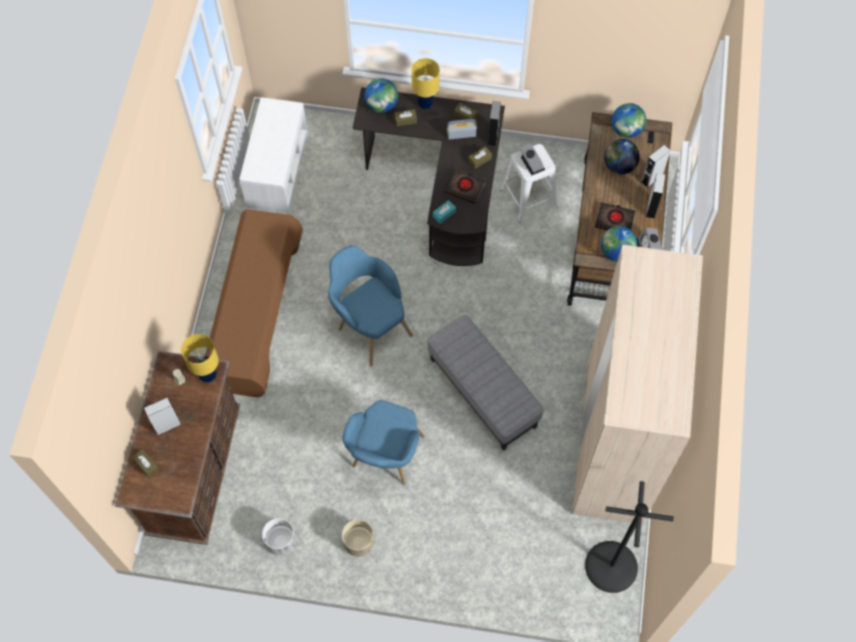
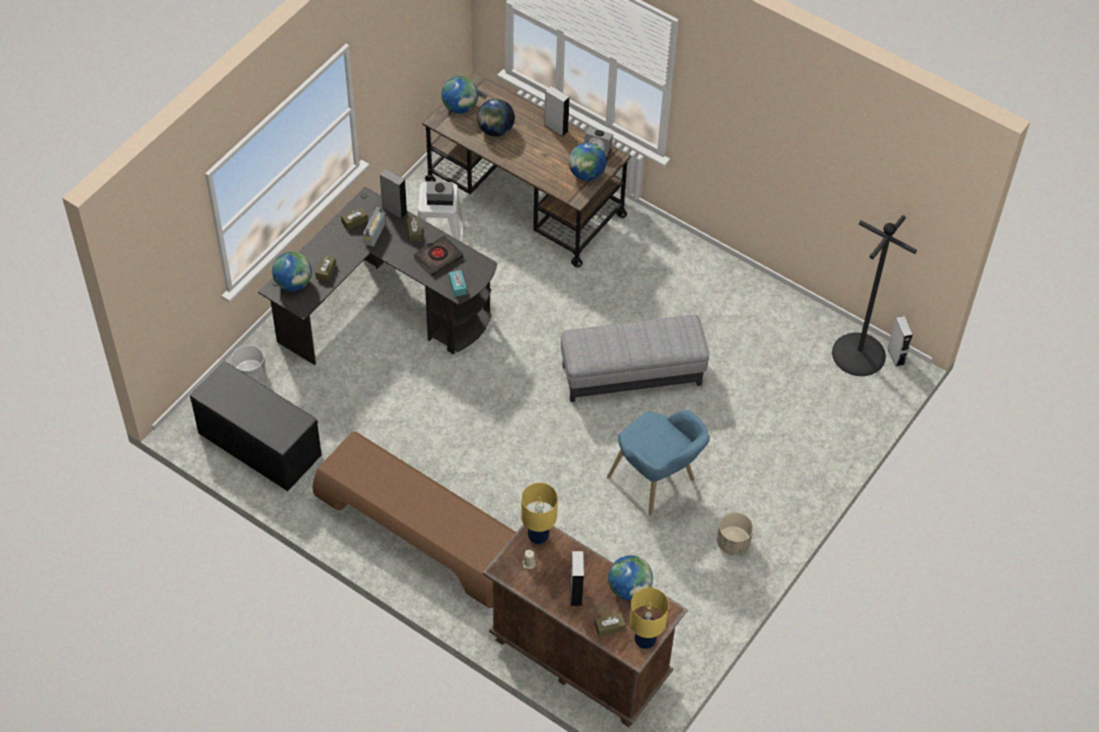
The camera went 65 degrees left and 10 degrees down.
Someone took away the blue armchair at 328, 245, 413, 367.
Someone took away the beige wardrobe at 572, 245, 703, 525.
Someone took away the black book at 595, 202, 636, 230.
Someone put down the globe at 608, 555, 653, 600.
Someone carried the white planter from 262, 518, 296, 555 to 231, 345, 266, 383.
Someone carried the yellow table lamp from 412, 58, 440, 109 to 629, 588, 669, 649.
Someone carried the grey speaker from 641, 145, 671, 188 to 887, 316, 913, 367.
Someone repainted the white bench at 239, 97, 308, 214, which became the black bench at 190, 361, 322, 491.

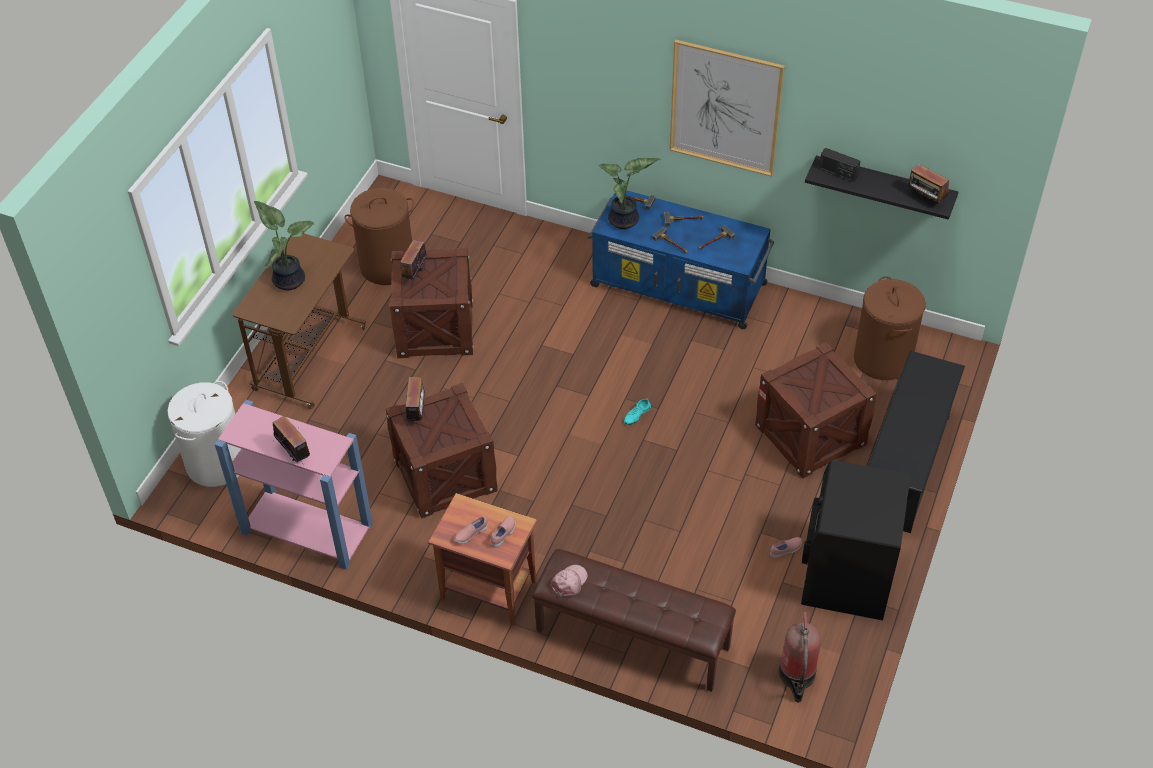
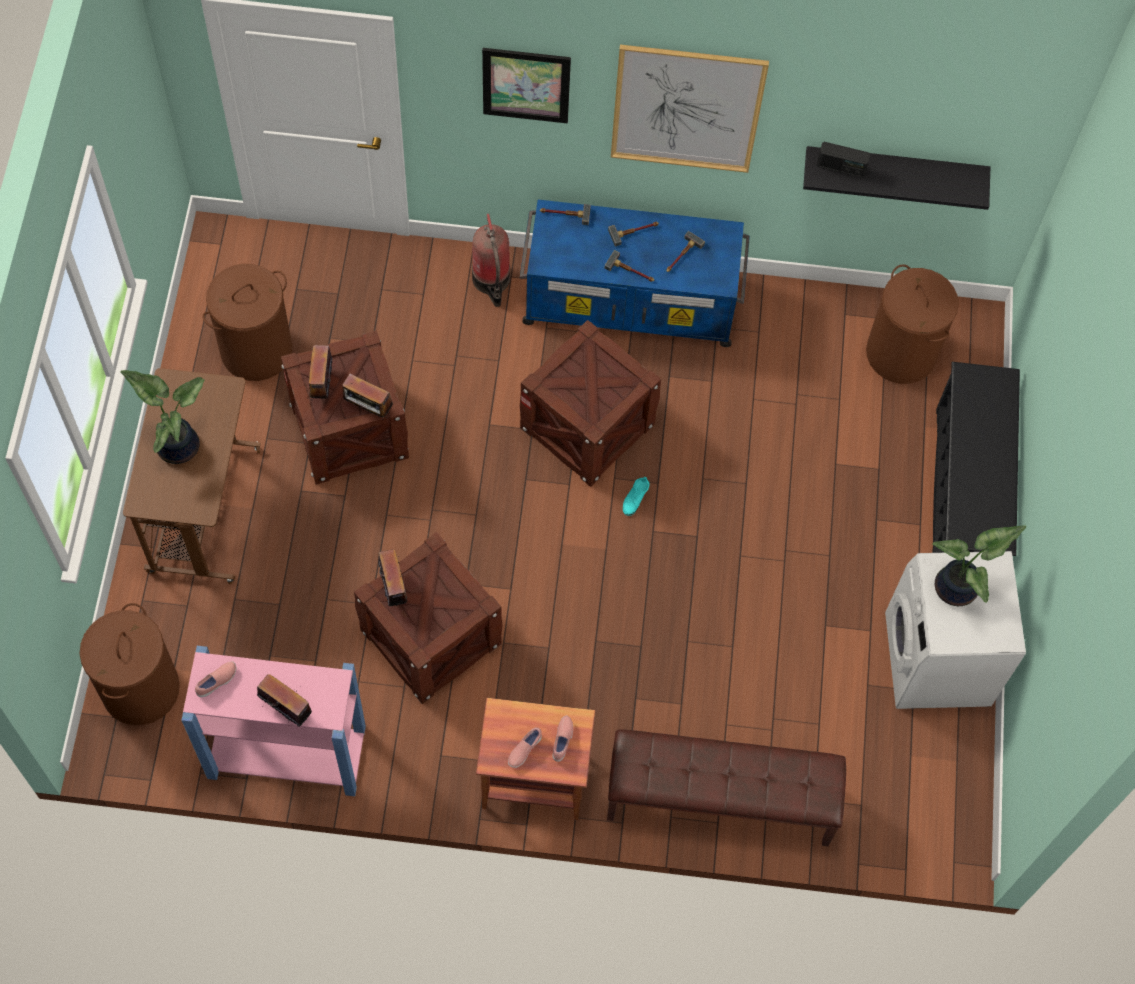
The camera went 20 degrees left and 15 degrees up.
Someone took away the pink cap at 551, 565, 587, 597.
Someone put up the picture at 482, 48, 571, 123.
Someone carried the potted plant from 598, 158, 661, 229 to 932, 525, 1026, 606.
Someone carried the crate from 755, 342, 877, 478 to 520, 320, 661, 487.
Someone carried the pink shoe from 770, 537, 802, 558 to 195, 661, 236, 697.
Someone carried the fire extinguisher from 779, 612, 821, 702 to 472, 214, 510, 307.
Someone carried the radio from 908, 164, 949, 204 to 342, 374, 393, 420.
Someone repainted the white laundry basket at 167, 381, 241, 487, which became the brown laundry basket at 80, 603, 180, 725.
Someone repainted the black washing machine at 801, 460, 911, 620, which became the white washing machine at 885, 551, 1026, 709.

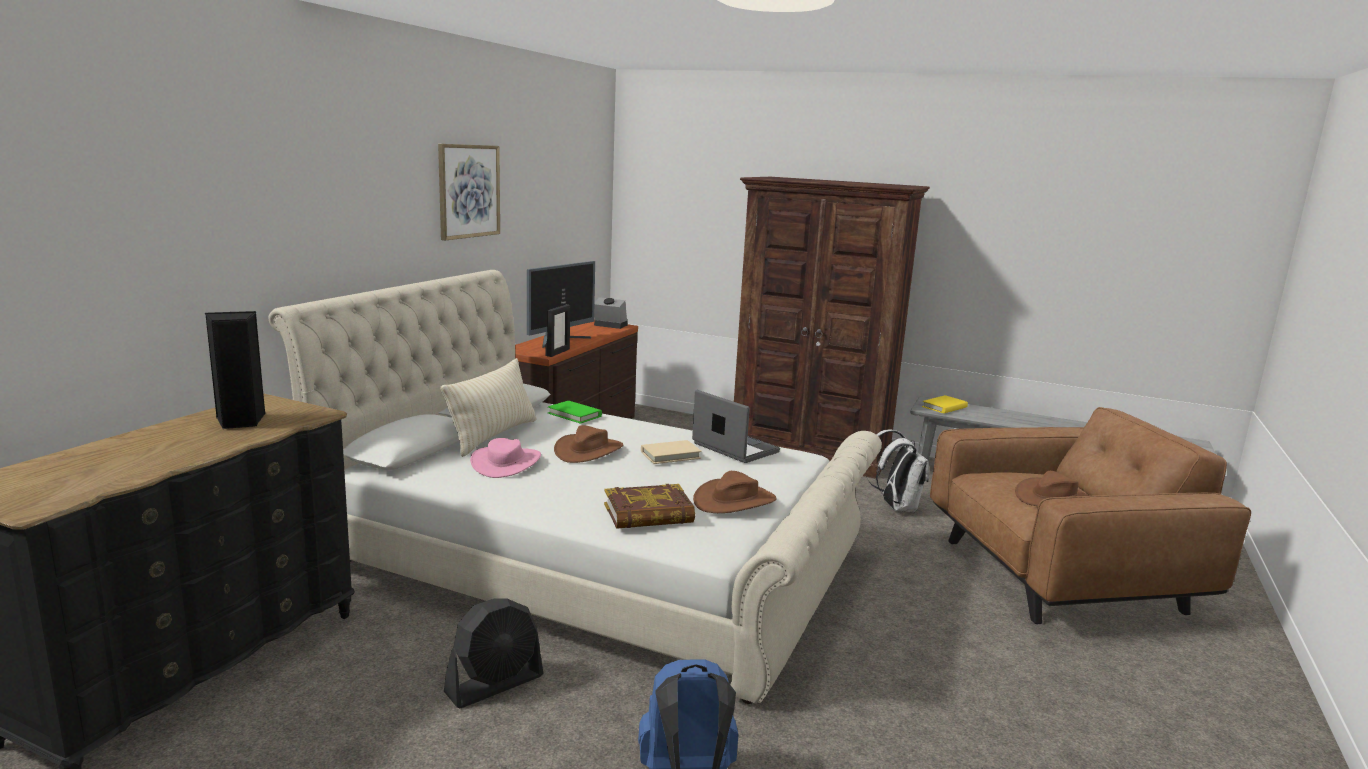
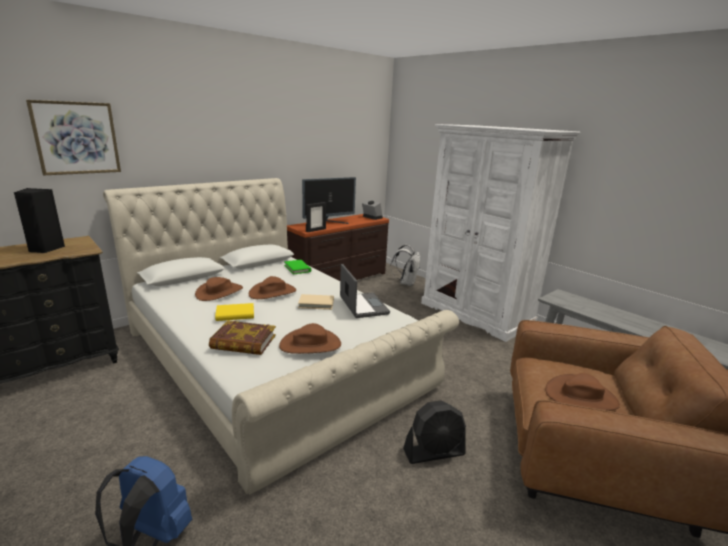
The camera went 25 degrees right and 5 degrees up.
Someone took away the beige pillow at 441, 358, 536, 457.
Someone carried the picture from 438, 144, 500, 241 to 26, 100, 121, 175.
Someone carried the black fan from 444, 598, 543, 709 to 403, 401, 466, 464.
Someone carried the white backpack from 865, 429, 929, 512 to 390, 245, 420, 286.
Someone carried the yellow book from 922, 395, 968, 413 to 215, 303, 254, 321.
Someone repainted the pink hat at 470, 438, 541, 478, which became the brown hat at 195, 277, 243, 301.
Someone repainted the brown wardrobe at 734, 177, 930, 479, which became the white wardrobe at 421, 124, 580, 342.

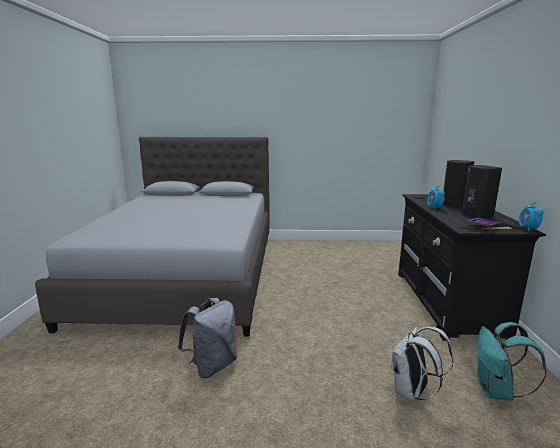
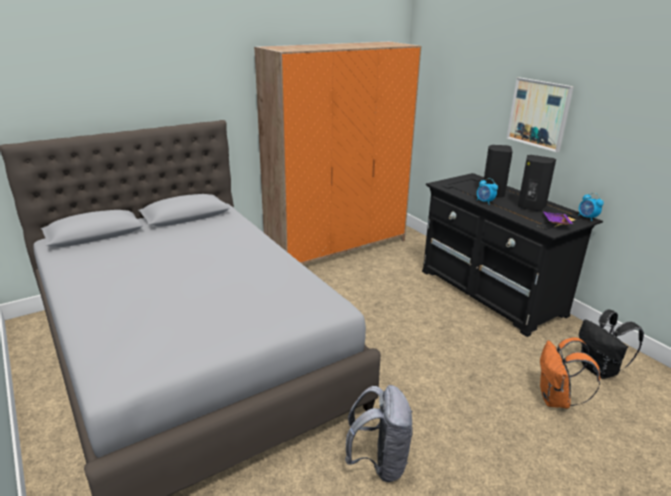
The camera went 35 degrees left and 10 degrees up.
Someone put down the orange wardrobe at 254, 42, 421, 264.
Someone put up the picture at 507, 77, 574, 152.
Someone repainted the white backpack at 391, 326, 453, 402, which became the orange backpack at 540, 337, 600, 409.
Someone repainted the turquoise backpack at 476, 322, 546, 401, which became the black backpack at 579, 309, 644, 379.

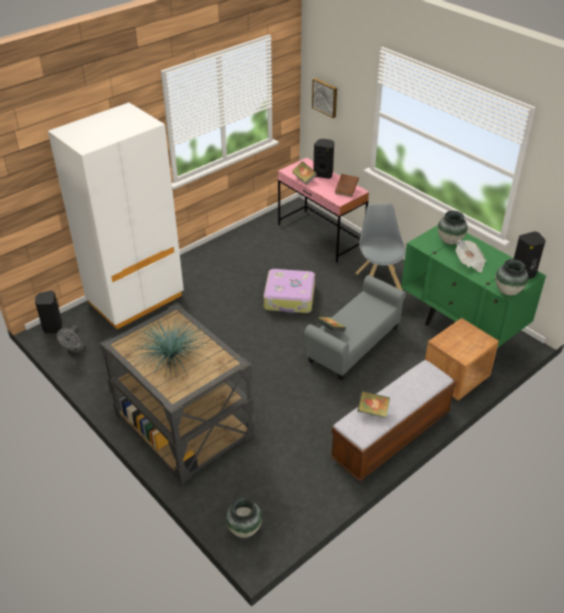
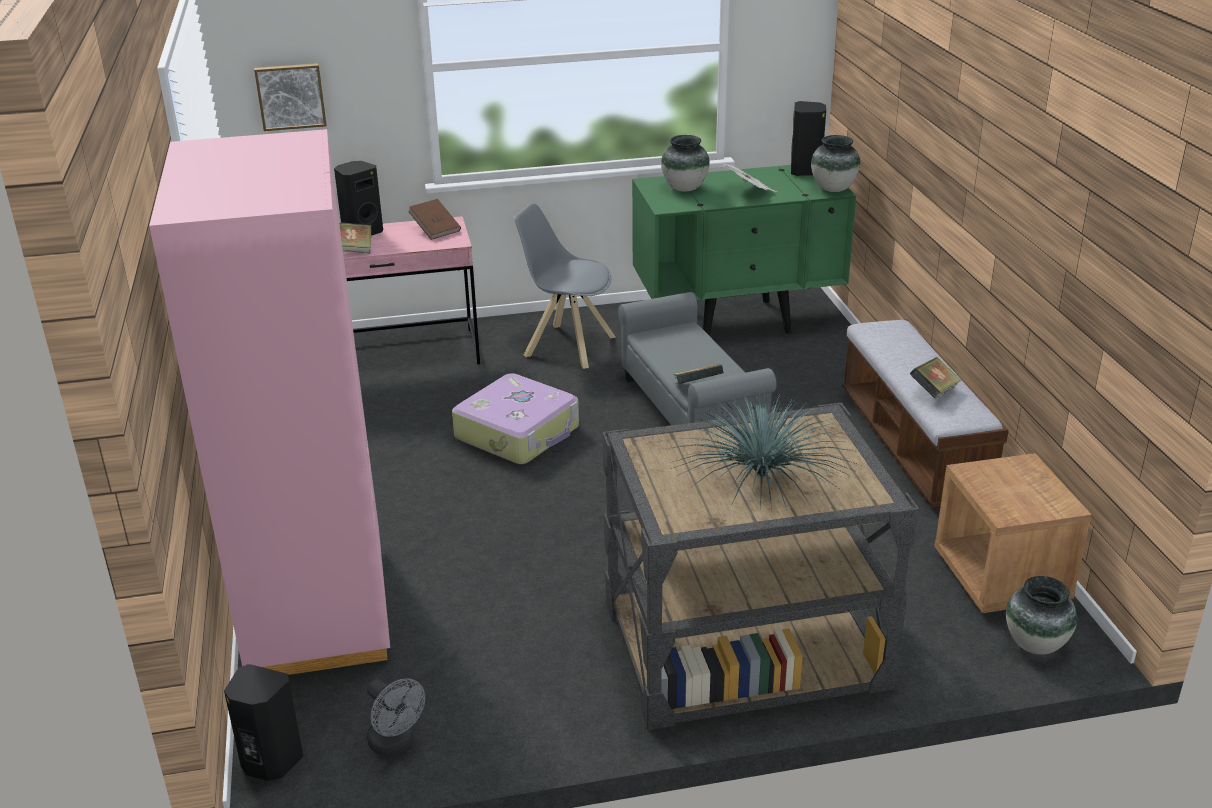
The camera went 60 degrees left and 10 degrees down.
Someone carried the brown nightstand from 425, 318, 499, 401 to 934, 453, 1092, 613.
Someone repainted the white wardrobe at 48, 102, 184, 330, which became the pink wardrobe at 149, 129, 390, 675.

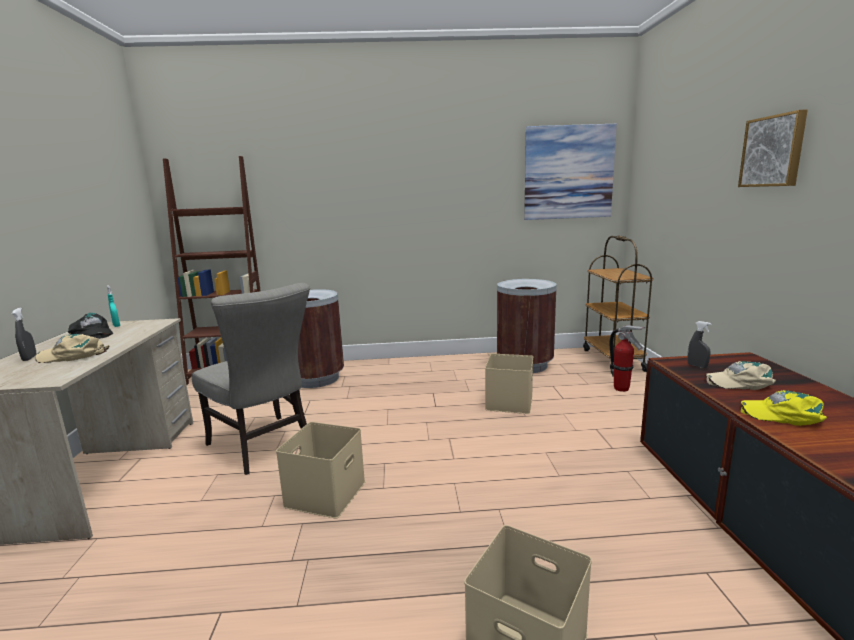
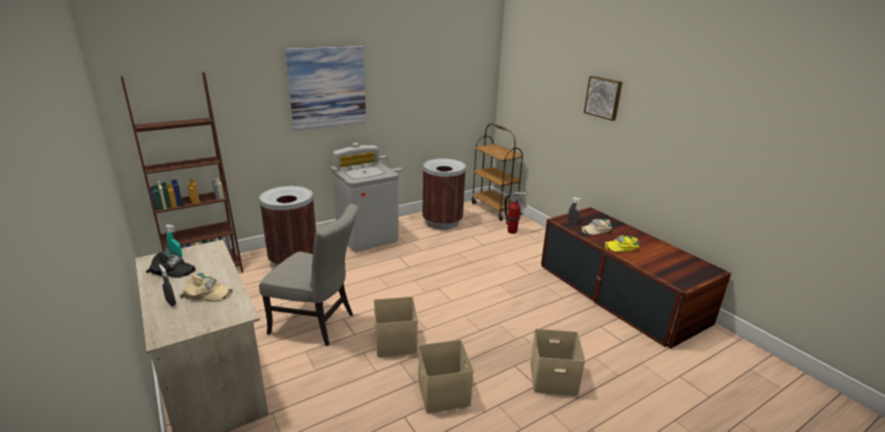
The camera went 30 degrees left and 10 degrees up.
Someone put down the grey washing machine at 331, 143, 402, 252.
Someone carried the beige storage box from 485, 354, 533, 414 to 418, 340, 474, 414.
Someone carried the picture from 524, 124, 617, 220 to 285, 46, 366, 131.
Someone rotated the beige cap at 35, 334, 110, 363 by 135 degrees counterclockwise.

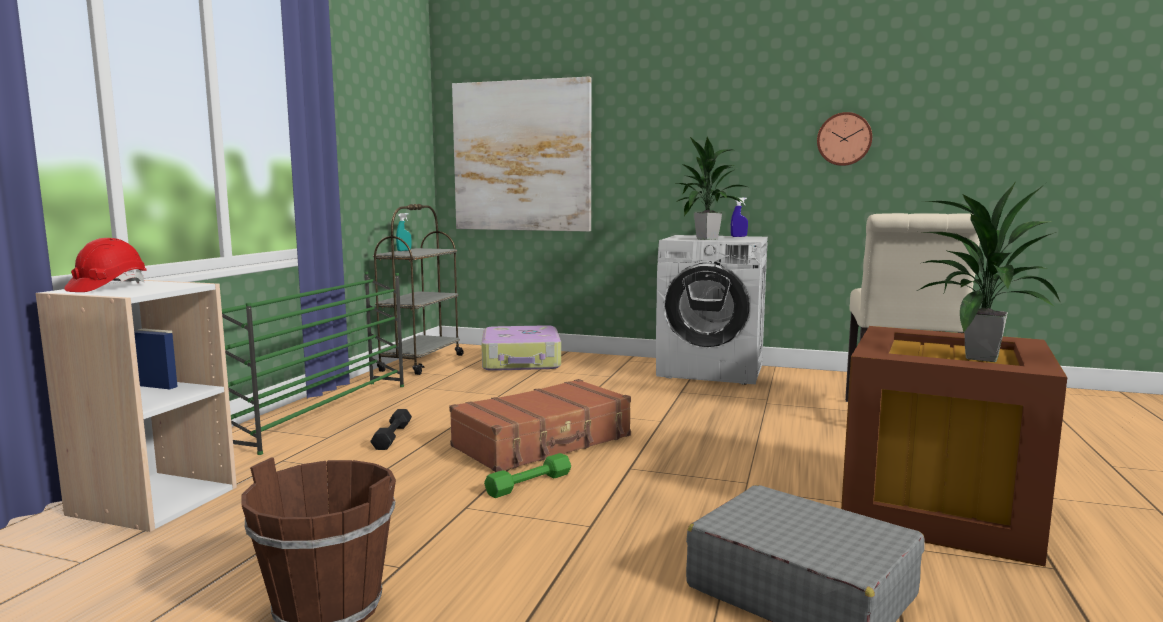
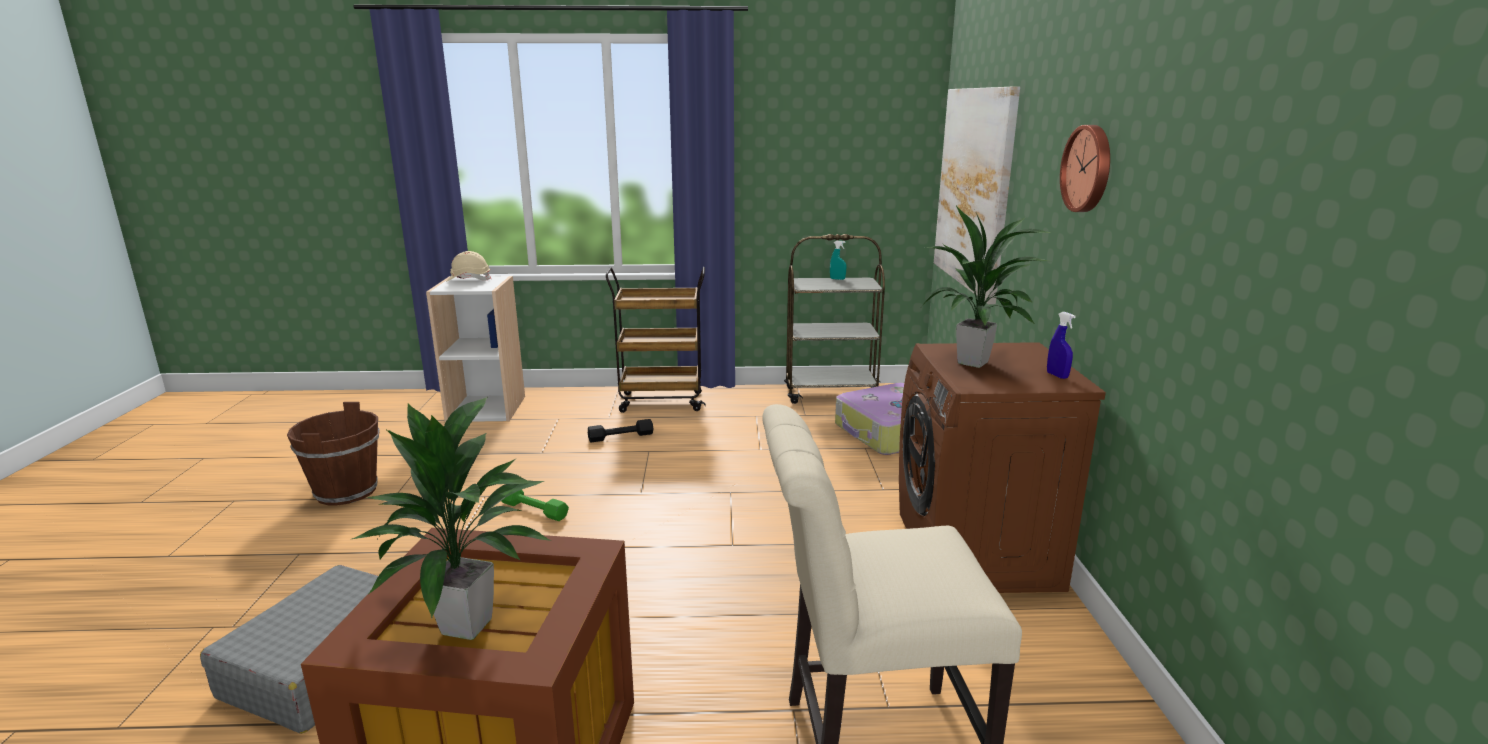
The camera went 70 degrees right and 10 degrees up.
Someone took away the brown suitcase at 449, 379, 631, 472.
Someone carried the wall clock from 817, 112, 872, 166 to 1060, 125, 1110, 212.
Someone swapped the green shoe rack at 222, 272, 404, 455 for the brown cart at 606, 267, 706, 413.
Someone repainted the red hard hat at 64, 238, 147, 292, which became the beige hard hat at 446, 251, 492, 282.
Someone repainted the white washing machine at 656, 235, 768, 385, which became the brown washing machine at 899, 342, 1106, 593.

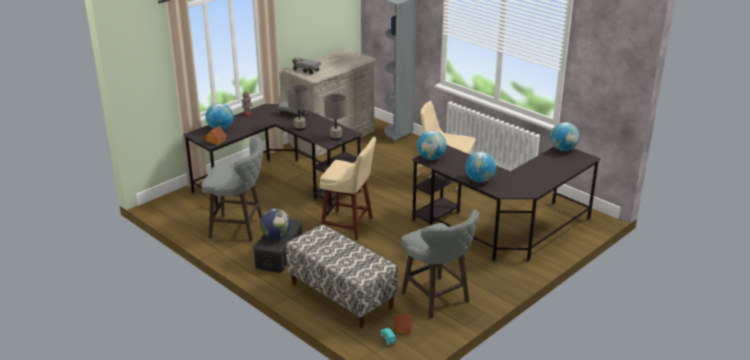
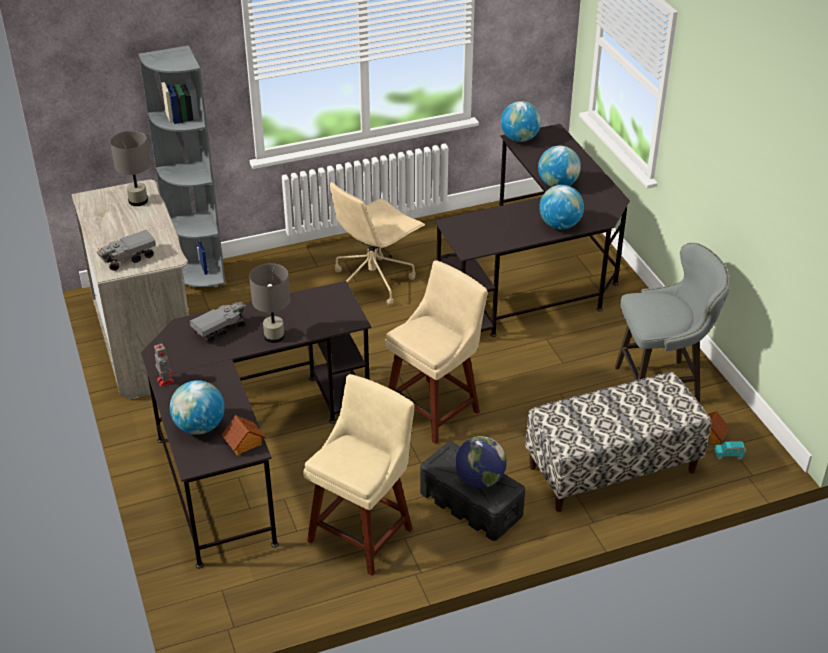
The camera went 65 degrees left and 10 degrees up.
Someone carried the grey table lamp from 324, 94, 346, 140 to 110, 131, 150, 206.
Someone carried the globe from 417, 131, 446, 160 to 538, 146, 581, 187.
Someone swapped the grey stool at 202, 136, 264, 242 for the beige chair at 303, 374, 414, 575.

